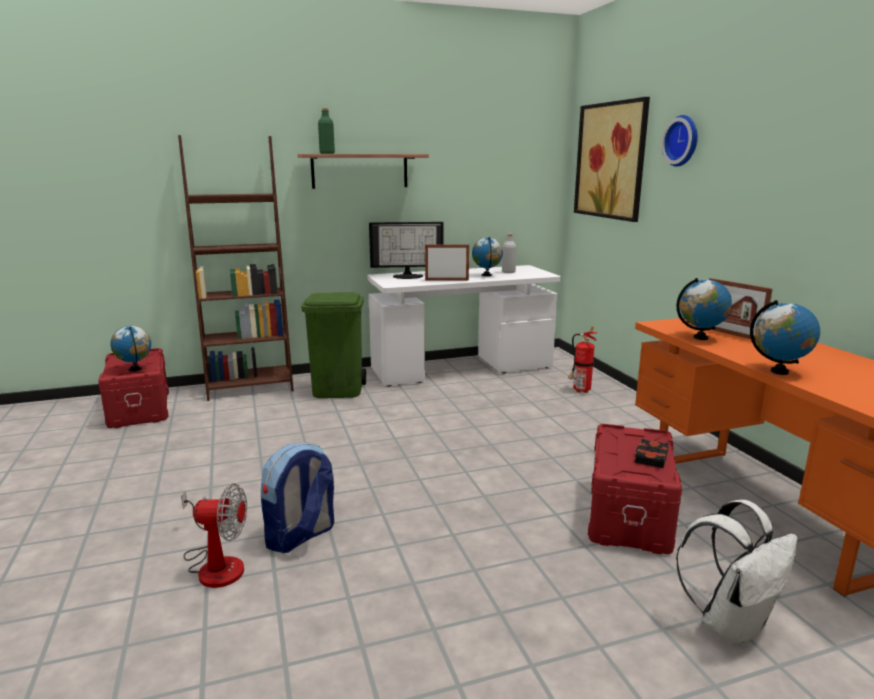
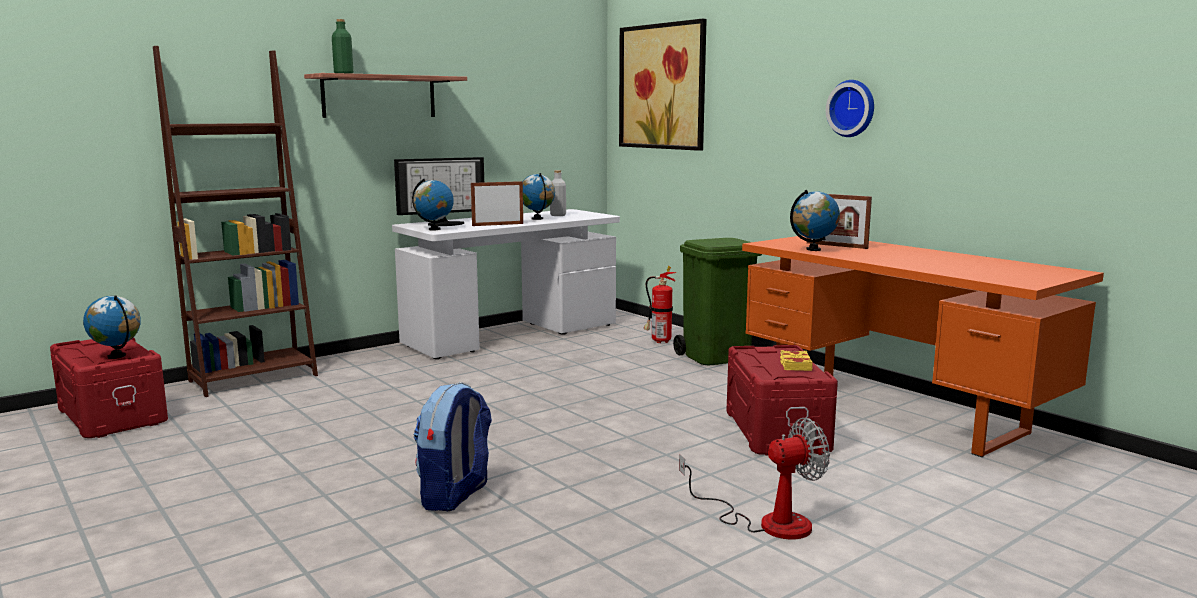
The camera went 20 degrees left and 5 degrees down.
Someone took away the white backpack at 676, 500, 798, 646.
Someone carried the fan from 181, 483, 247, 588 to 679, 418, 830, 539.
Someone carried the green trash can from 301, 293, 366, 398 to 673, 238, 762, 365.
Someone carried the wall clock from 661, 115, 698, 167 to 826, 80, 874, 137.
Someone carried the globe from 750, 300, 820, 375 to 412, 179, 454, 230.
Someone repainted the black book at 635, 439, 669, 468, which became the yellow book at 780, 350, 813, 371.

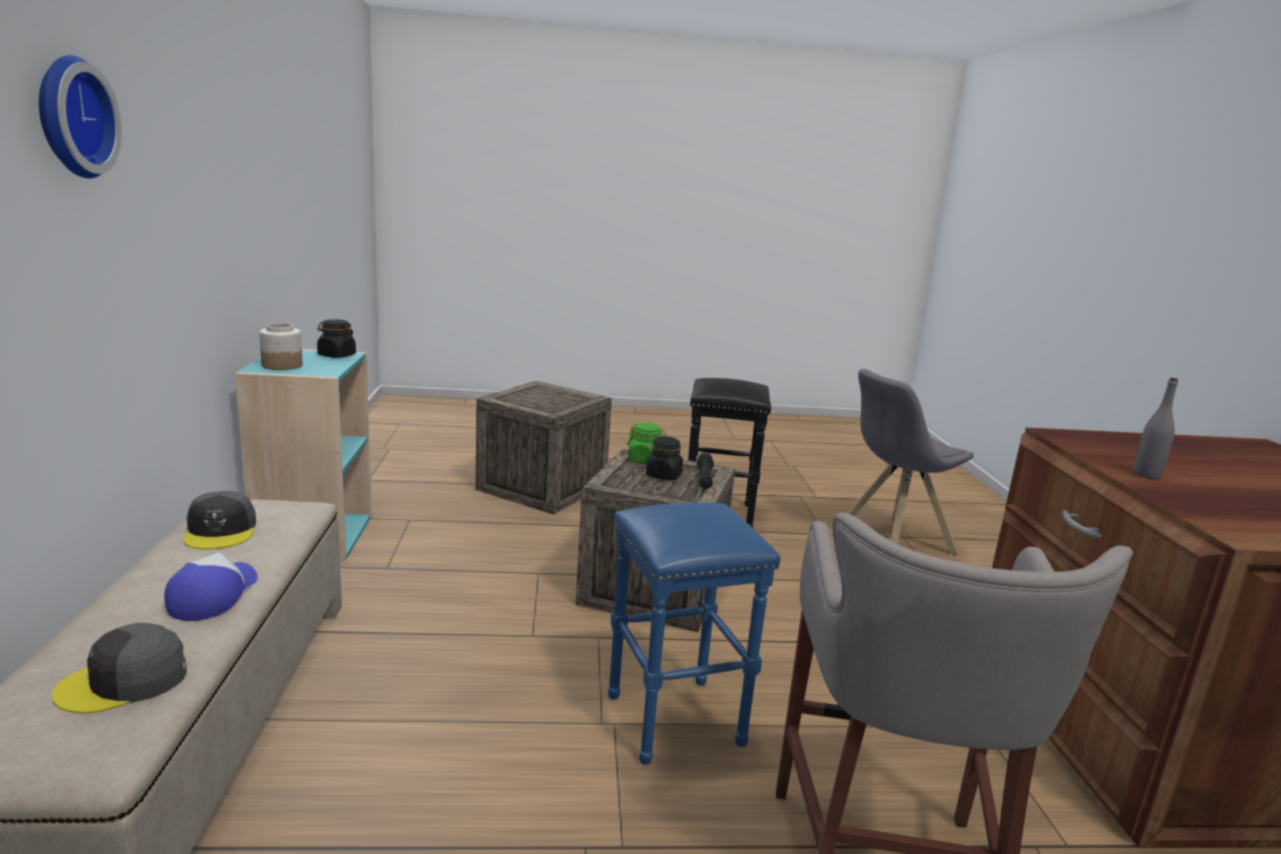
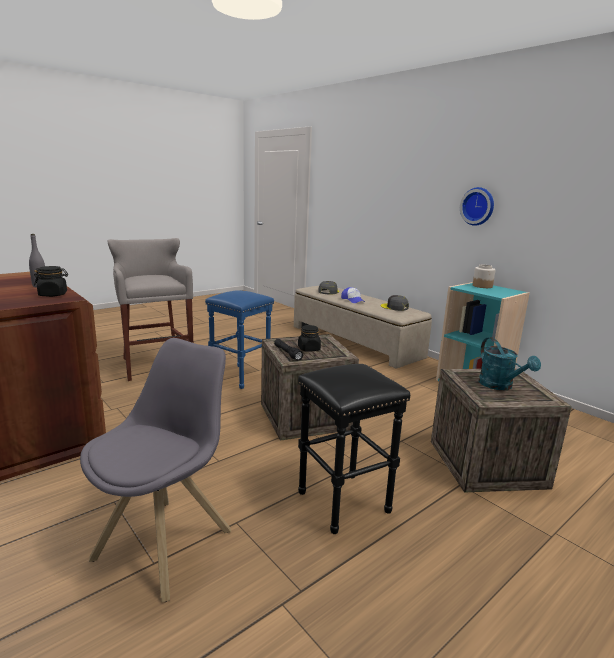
The camera went 145 degrees right and 0 degrees up.
Someone took away the green jar at 627, 423, 667, 464.
Someone put down the turquoise watering can at 479, 337, 541, 390.
Someone carried the wall clock from 39, 55, 122, 179 to 460, 187, 494, 226.
Someone carried the black jar from 317, 319, 356, 358 to 34, 266, 68, 297.

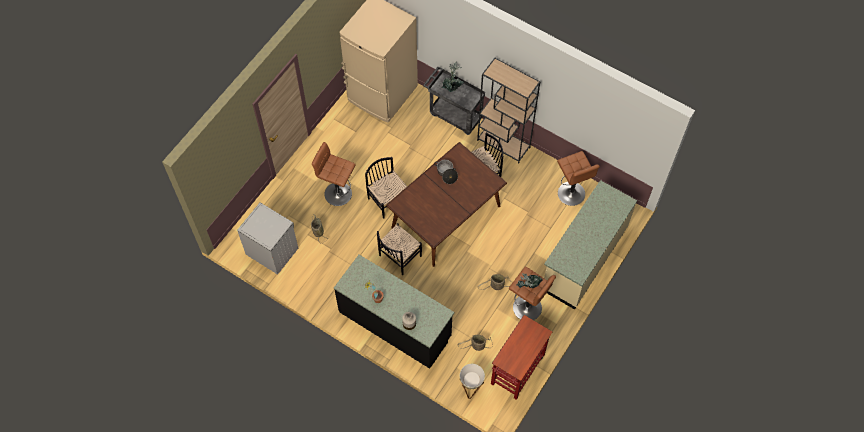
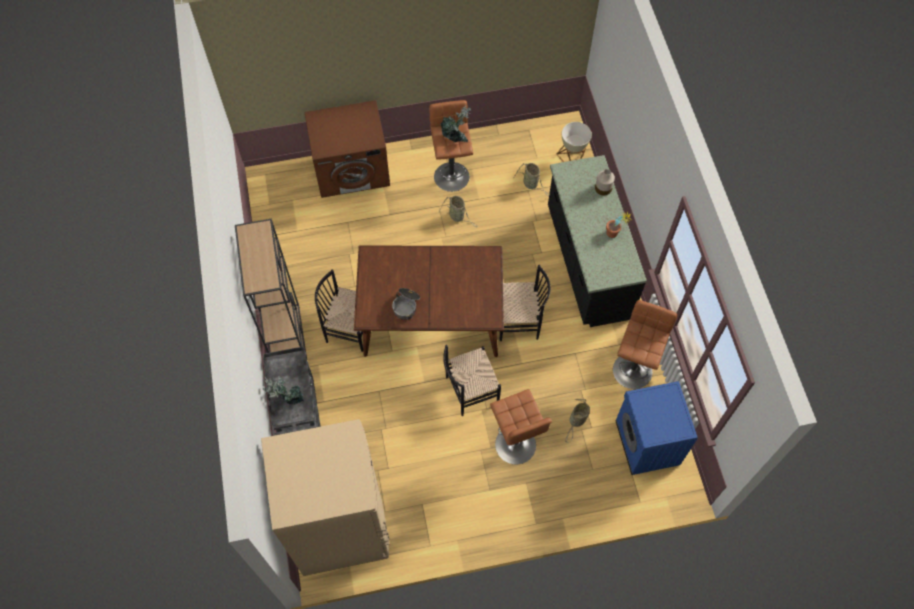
The camera went 135 degrees left and 0 degrees up.
Someone took away the red cart at 491, 315, 552, 400.
Someone carried the brown stool from 557, 151, 600, 206 to 613, 300, 677, 389.
Someone swapped the beige counter at 544, 180, 637, 310 for the brown washing machine at 305, 100, 390, 198.
Someone repainted the white washing machine at 237, 203, 298, 275, which became the blue washing machine at 616, 381, 698, 475.
Someone rotated the black chair at 365, 157, 407, 219 by 60 degrees clockwise.

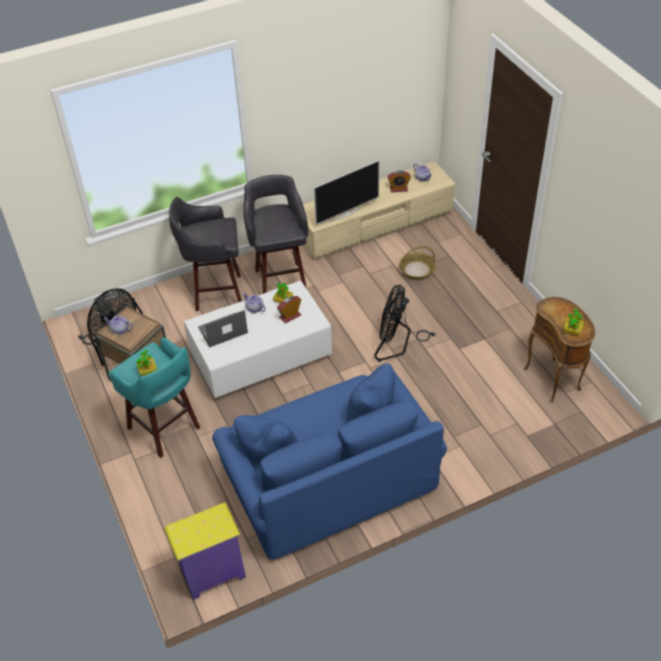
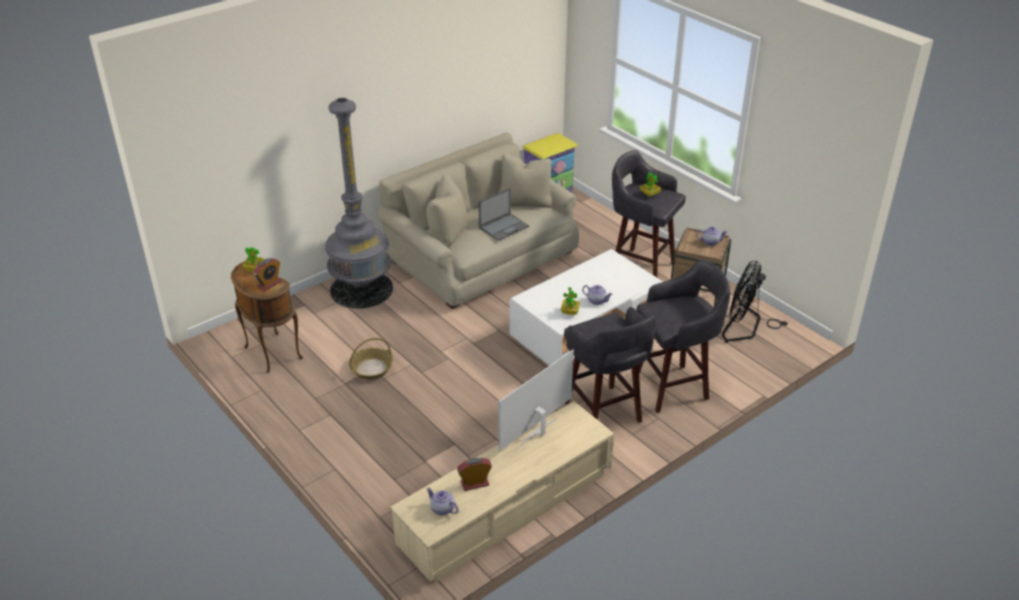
The camera went 165 degrees right and 10 degrees down.
Someone took away the black fan at 374, 284, 436, 362.
Someone put down the grey floor lamp at 325, 98, 393, 309.
Someone carried the laptop from 198, 310, 248, 347 to 478, 188, 529, 241.
Someone carried the alarm clock from 277, 296, 301, 324 to 253, 258, 282, 291.
Someone carried the basket from 399, 246, 436, 280 to 349, 338, 393, 379.
Someone repainted the turquoise stool at 109, 337, 200, 458, which became the grey stool at 612, 150, 686, 278.
Someone repainted the blue sofa at 212, 363, 447, 560, which became the beige sofa at 378, 132, 579, 309.

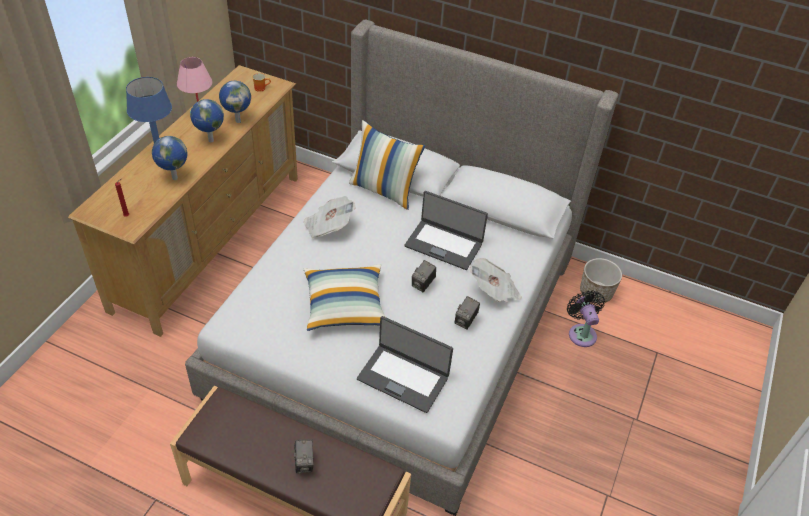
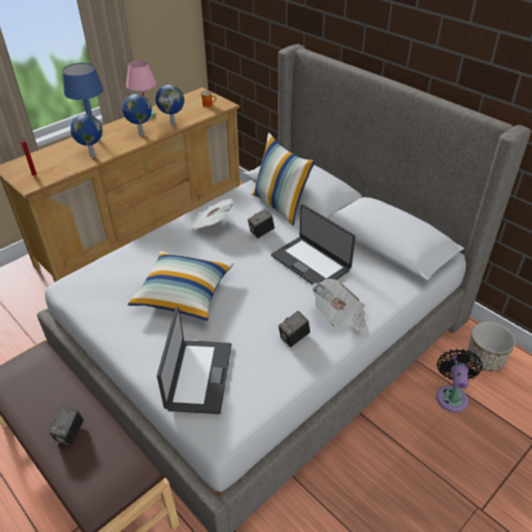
The camera went 25 degrees right and 5 degrees down.
Someone carried the photo camera from 412, 260, 436, 292 to 248, 209, 275, 239.
Someone rotated the laptop at 357, 316, 453, 413 by 135 degrees counterclockwise.

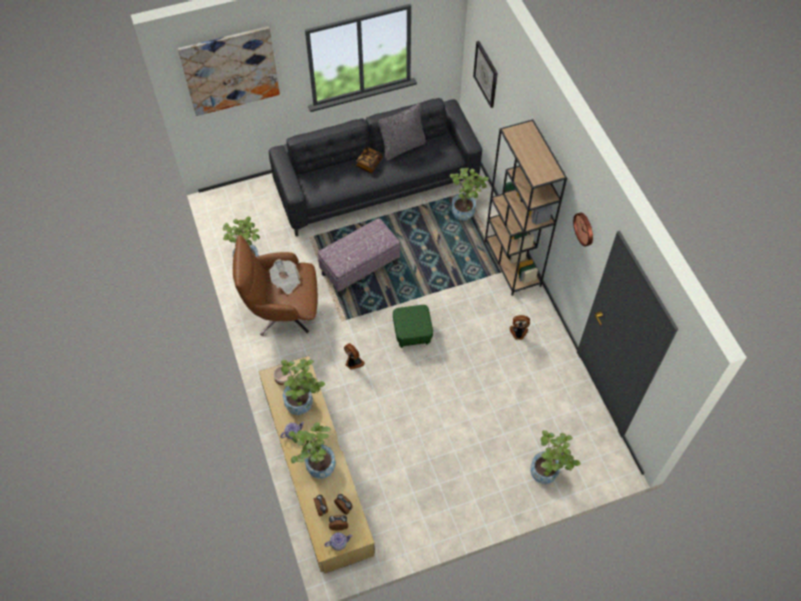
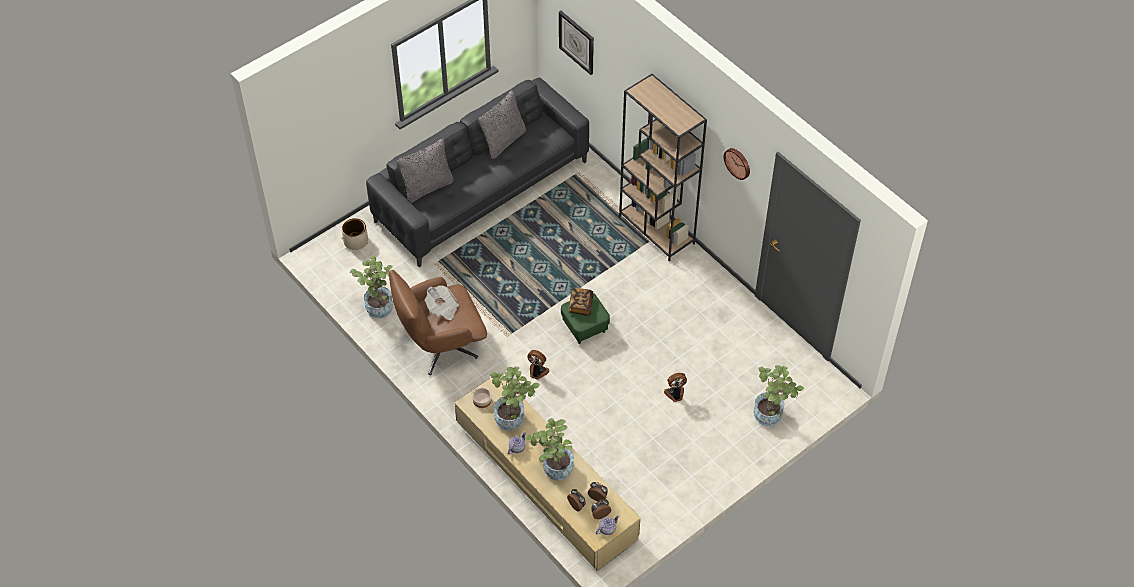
The camera went 20 degrees left and 5 degrees down.
Someone took away the picture at 178, 26, 280, 116.
Someone took away the ottoman at 318, 218, 400, 297.
Someone took away the potted plant at 449, 168, 489, 220.
Someone put down the beige planter at 342, 218, 368, 250.
Someone put down the grey pillow at 397, 138, 453, 203.
Someone carried the book from 356, 147, 382, 173 to 569, 287, 594, 316.
Someone carried the fan from 509, 315, 530, 340 to 664, 373, 687, 402.

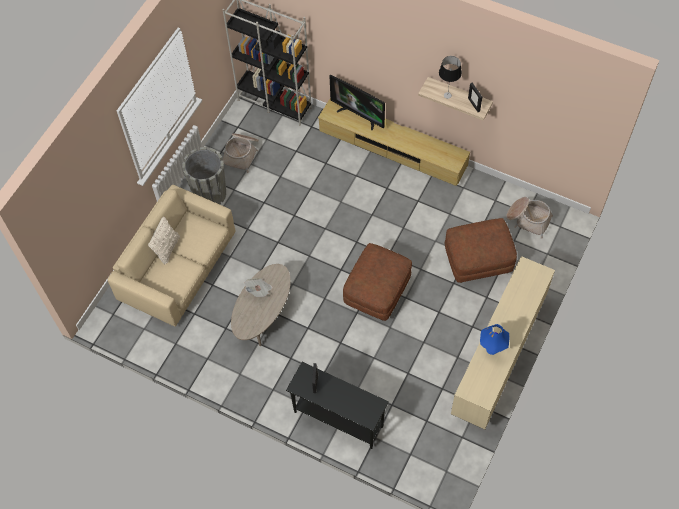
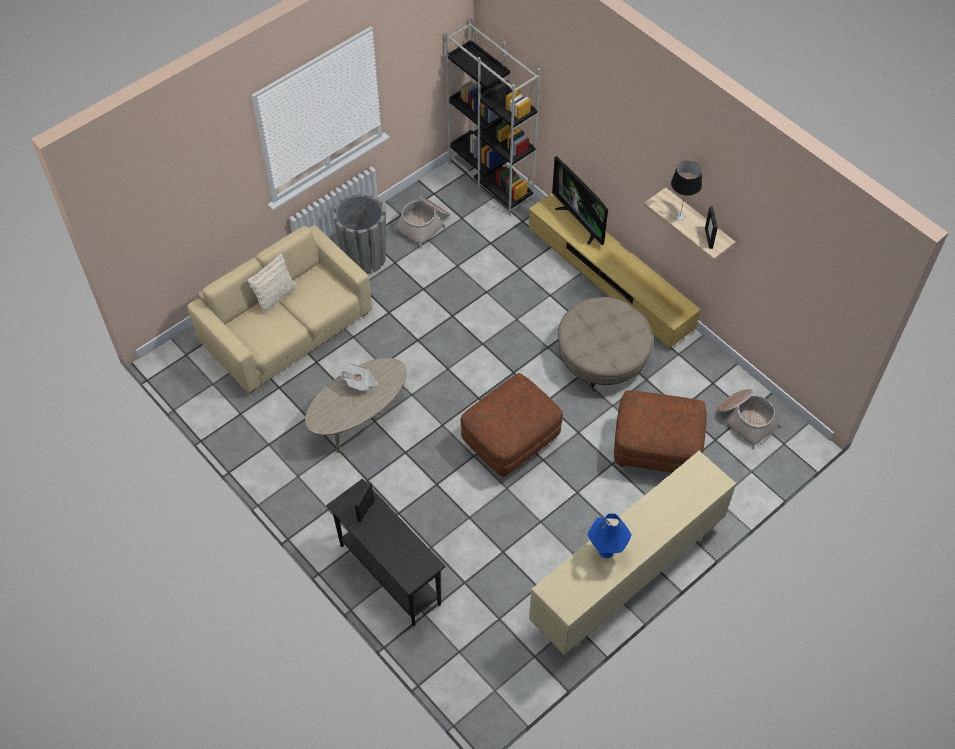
The camera went 20 degrees right and 5 degrees down.
Someone put down the beige ottoman at 558, 297, 653, 391.

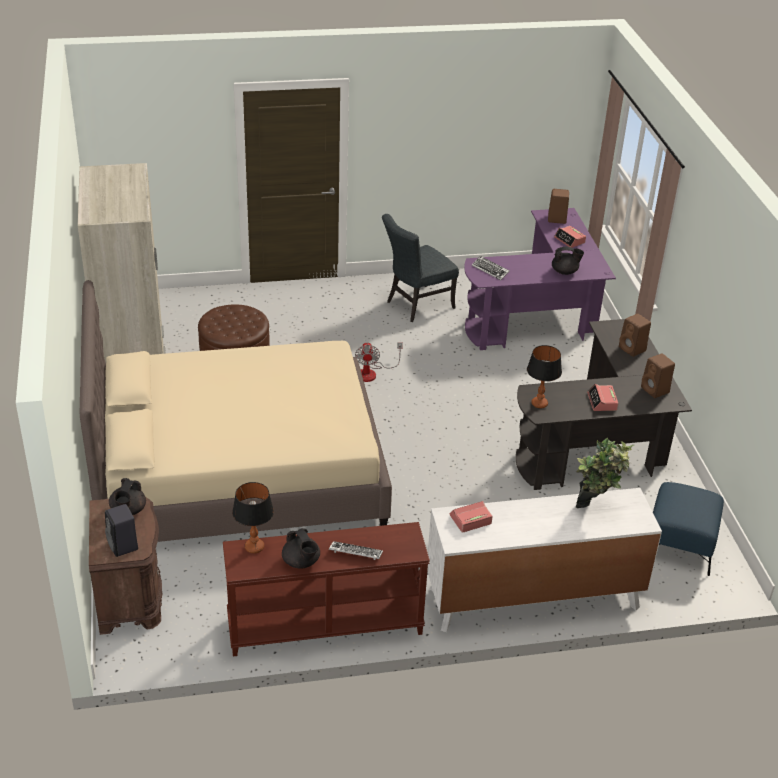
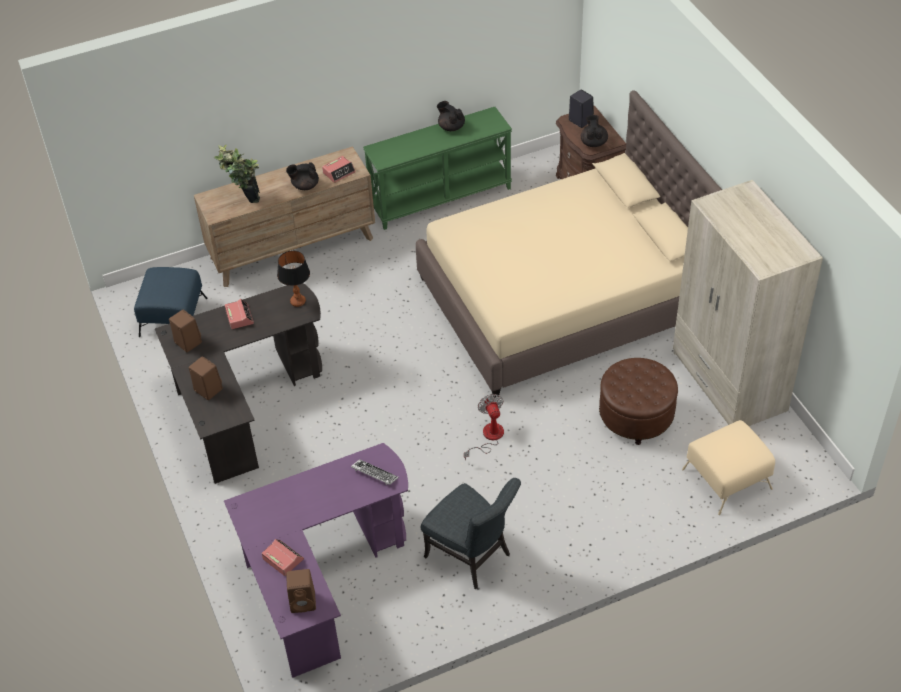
The camera went 170 degrees right and 10 degrees up.
Someone took away the table lamp at 232, 482, 274, 554.
Someone took away the keyboard at 329, 541, 383, 560.
Someone put down the beige ottoman at 682, 420, 775, 515.
Someone carried the black teapot from 552, 247, 584, 275 to 286, 162, 319, 190.
Someone repainted the brown console table at 223, 522, 430, 656, which became the green console table at 363, 107, 512, 230.
Someone repainted the white dresser at 427, 488, 662, 632, which became the brown dresser at 194, 146, 375, 287.
Someone rotated the grey chair at 382, 214, 459, 322 by 90 degrees clockwise.

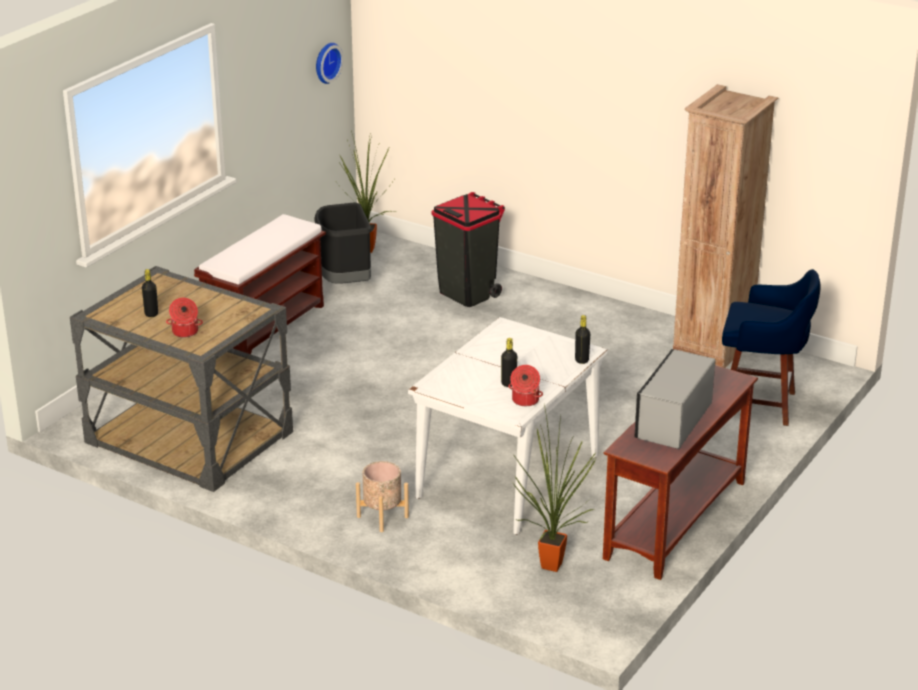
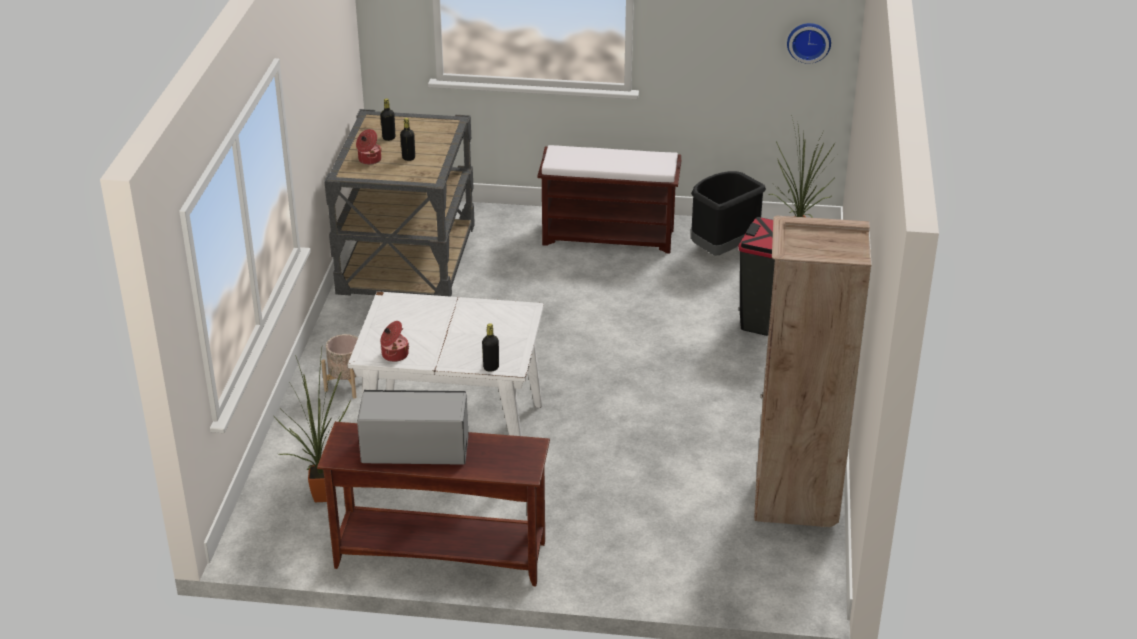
The camera went 65 degrees right and 5 degrees up.
Someone took away the blue stool at 722, 269, 821, 426.
Someone carried the black bottle from 501, 338, 517, 387 to 400, 118, 415, 161.

